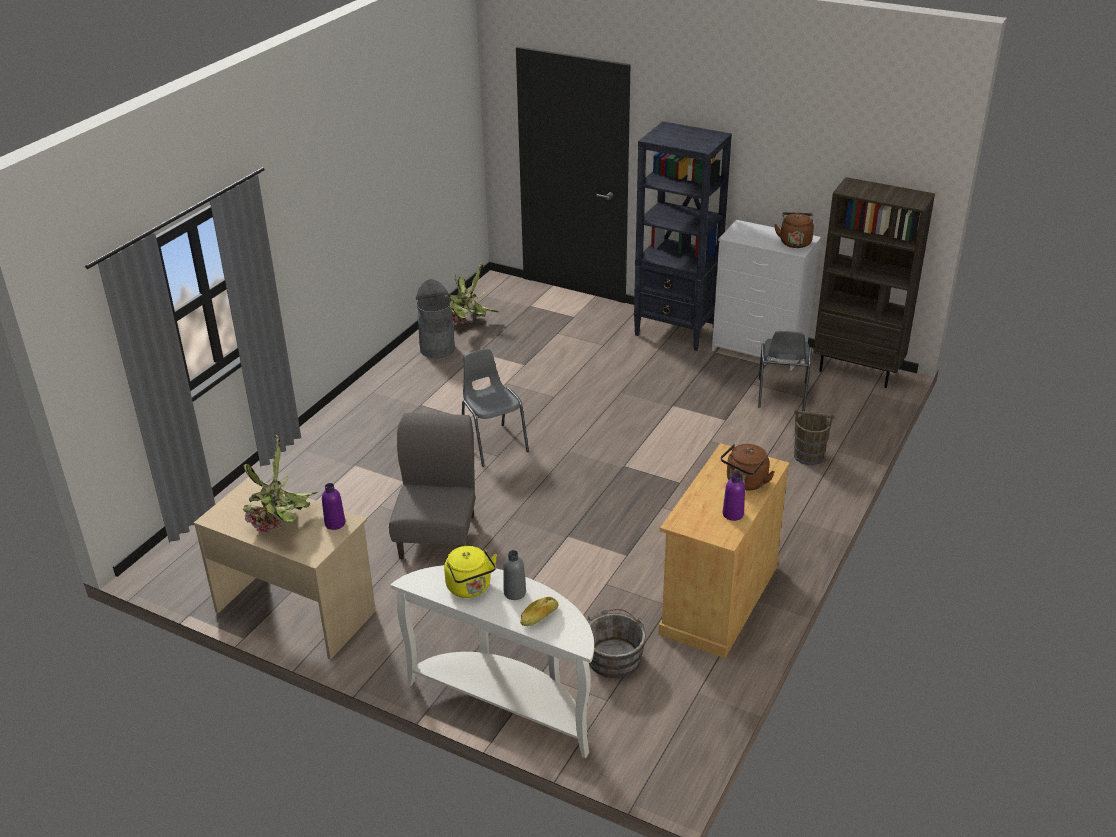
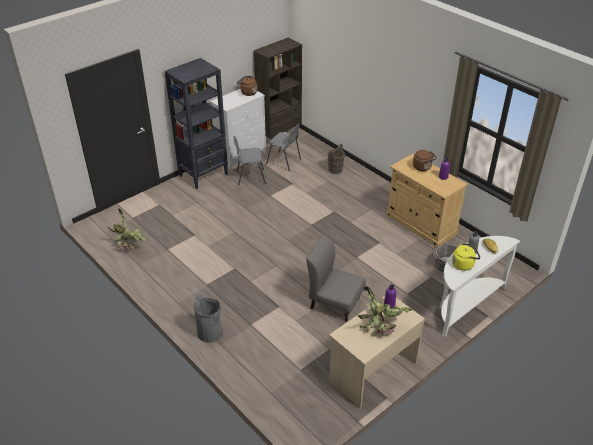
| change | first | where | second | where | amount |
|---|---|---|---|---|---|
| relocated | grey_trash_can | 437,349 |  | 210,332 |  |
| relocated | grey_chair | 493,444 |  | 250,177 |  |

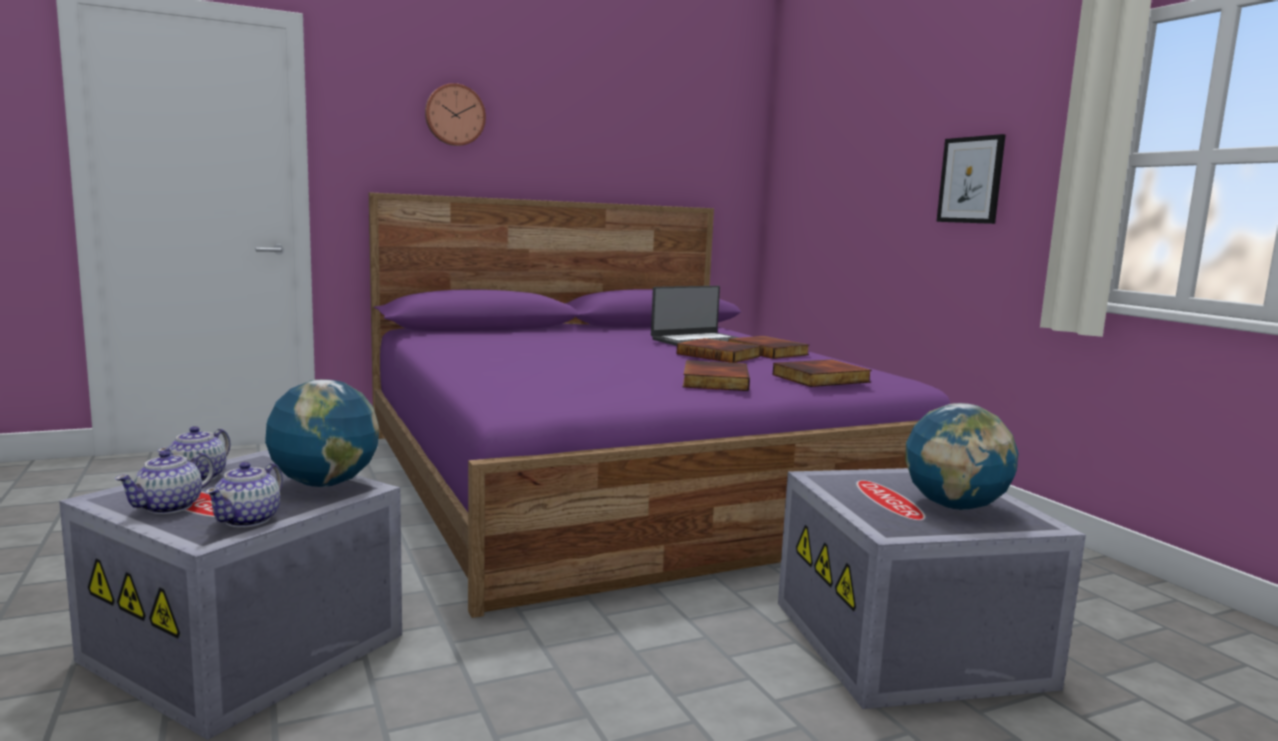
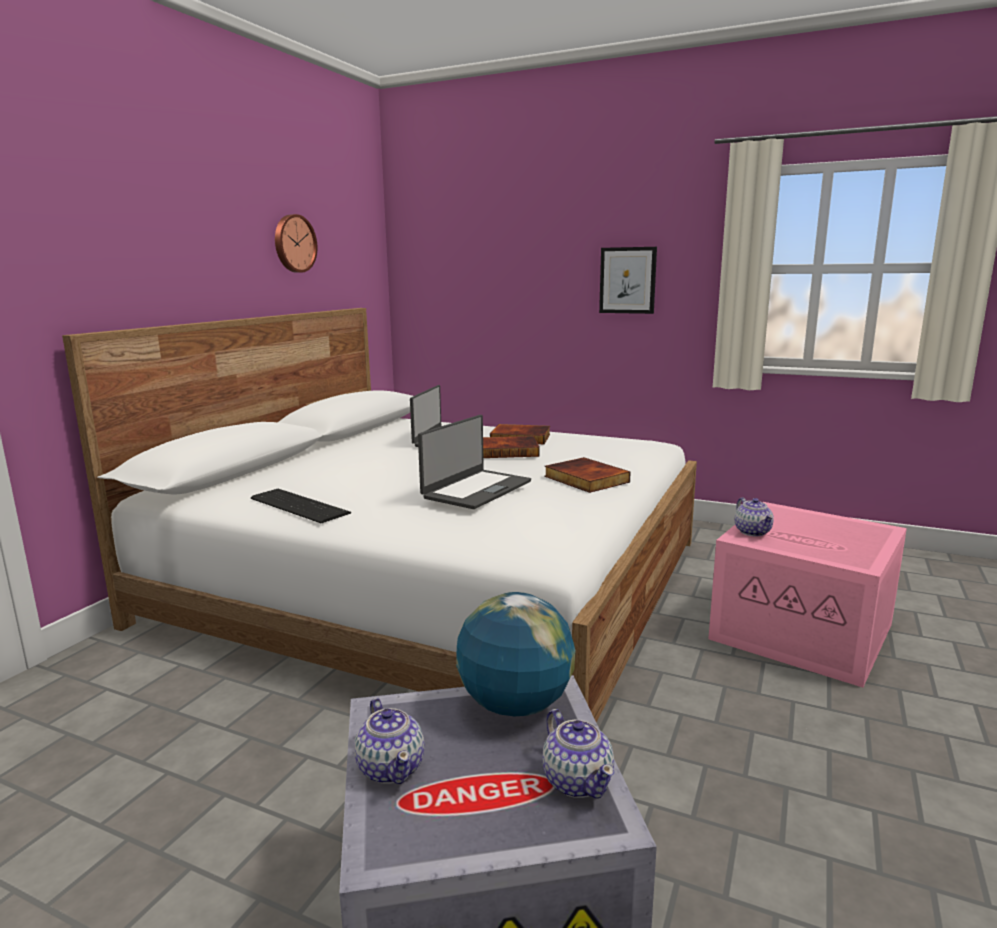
| change | first | where | second | where | amount |
|---|---|---|---|---|---|
| relocated | teapot | 169,507 |  | 753,532 |  |
| colour | purple_bed | 625,479 | white_bed | 437,580 |  |
| relocated | wall_clock | 454,115 |  | 294,243 |  |
| missing | book | 821,379 |  |  |  |
| colour | grey_storage_box | 912,644 | pink_storage_box | 804,631 |  |
| missing | globe | 954,506 |  |  |  |
| appeared |  |  | keyboard | 300,505 |  |
| appeared |  |  | laptop | 476,489 |  |

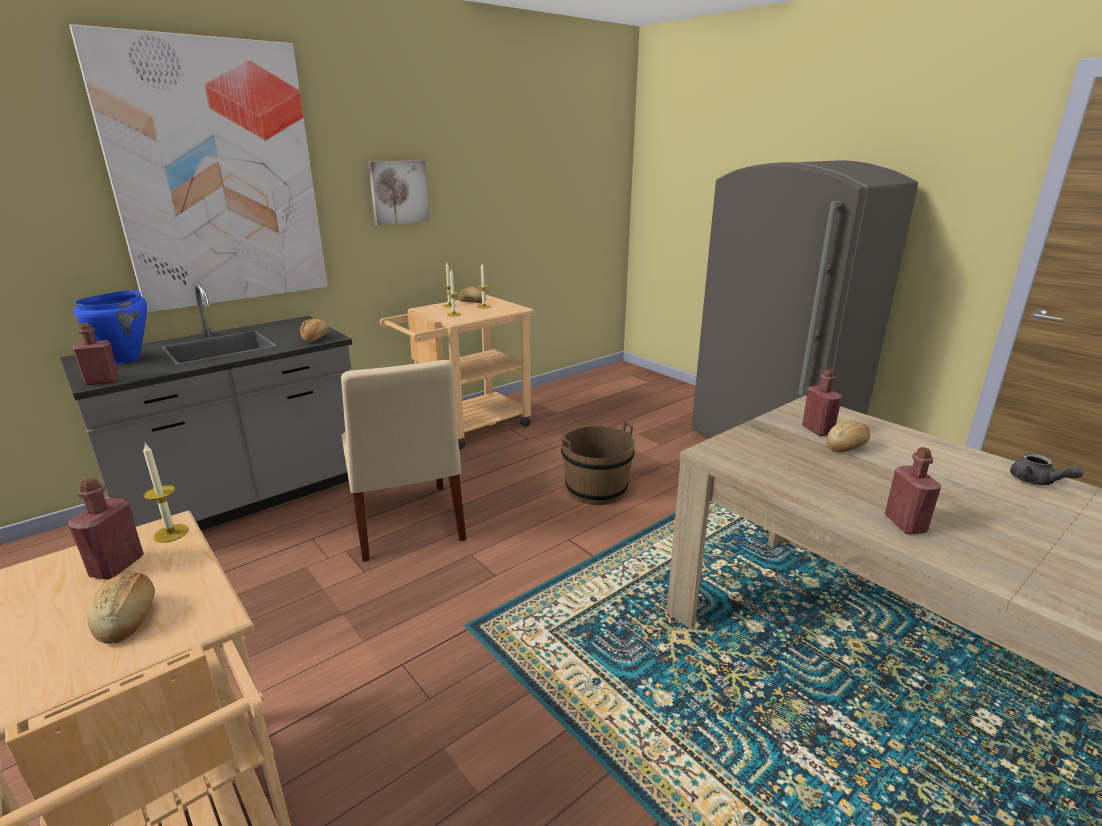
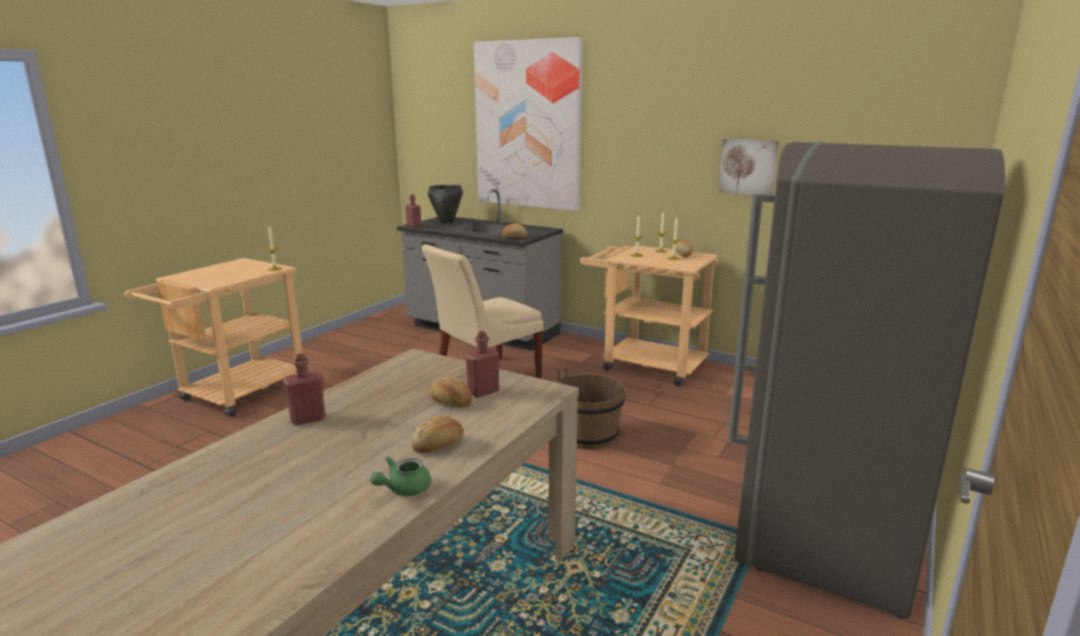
| change | first | where | second | where | amount |
|---|---|---|---|---|---|
| missing | red_bottle | 117,566 |  |  |  |
| colour | blue_cooking_pot | 126,360 | black_cooking_pot | 447,222 |  |
| relocated | bread | 128,618 |  | 439,445 |  |
| relocated | picture | 398,192 |  | 748,166 |  |
| colour | grey_teapot | 1037,482 | green_teapot | 403,489 |  |

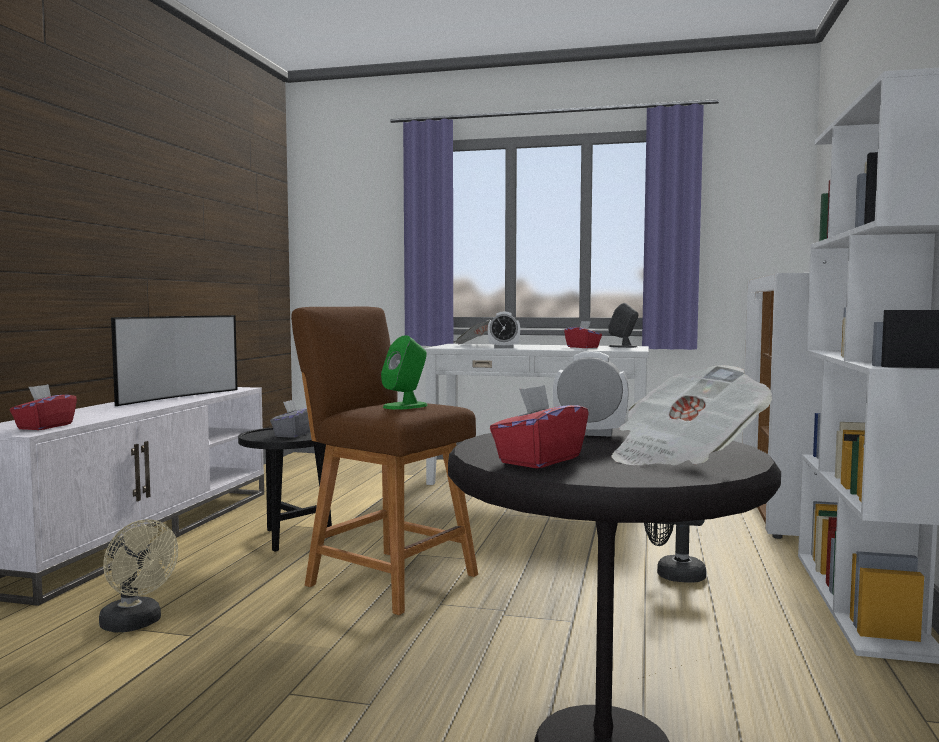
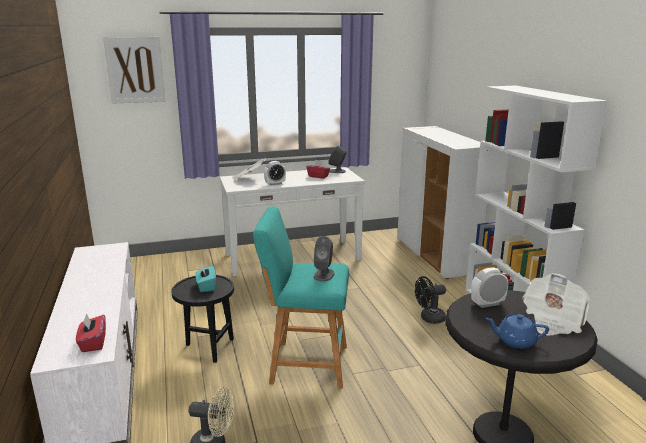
| change | first | where | second | where | amount |
|---|---|---|---|---|---|
| missing | television | 177,397 |  |  |  |
| colour | grey_tissue_box | 292,434 | turquoise_tissue_box | 206,286 |  |
| colour | brown_stool | 386,578 | turquoise_stool | 304,364 |  |
| colour | green_speaker | 405,406 | grey_speaker | 324,275 |  |
| exchanged | red_tissue_box | 539,460 | blue_teapot | 515,341 |  |
| appeared |  |  | picture | 135,70 |  |

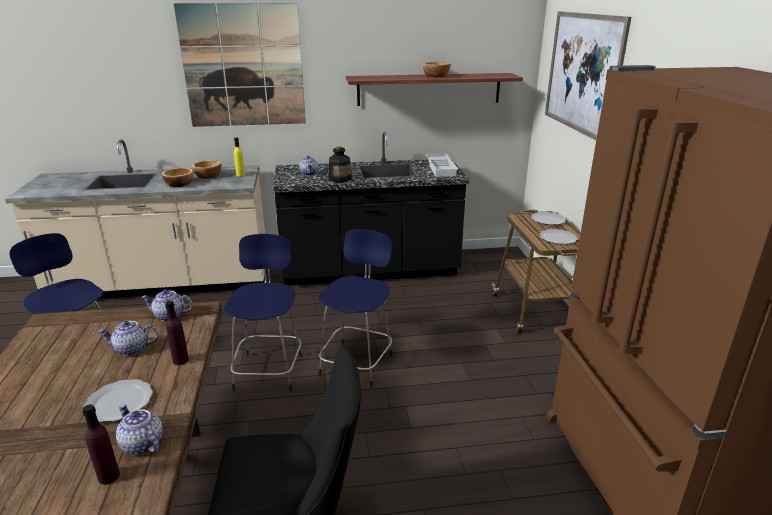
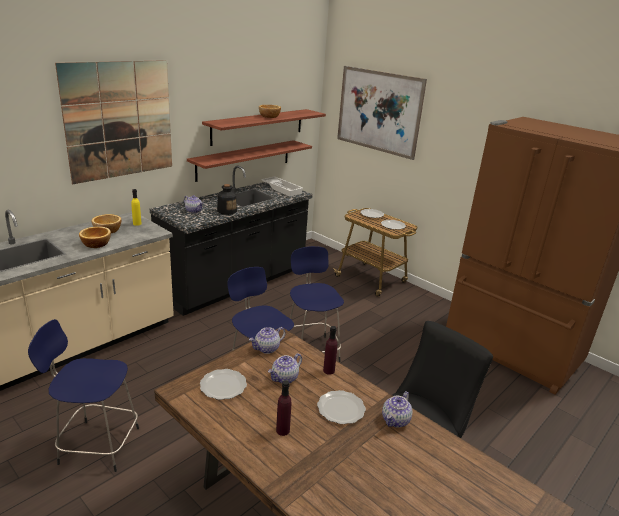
| change | first | where | second | where | amount |
|---|---|---|---|---|---|
| relocated | purple_bottle | 109,476 |  | 282,430 |  |
| spun | teapot | 141,444 |  | 396,420 | 60 degrees counterclockwise |
| appeared |  |  | shelf | 244,160 |  |
| appeared |  |  | plate | 224,386 |  |

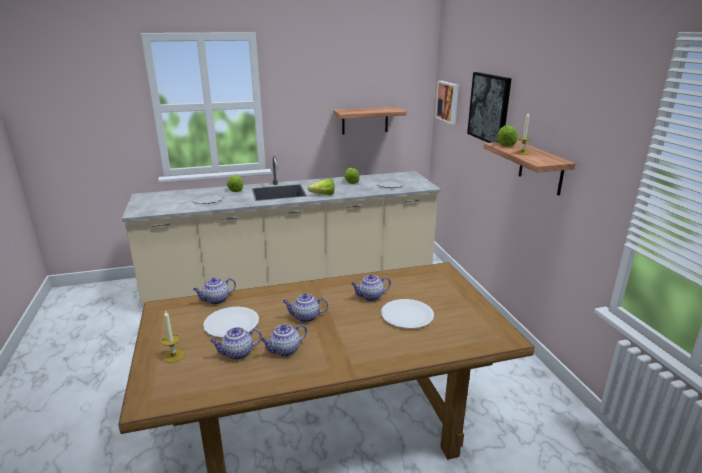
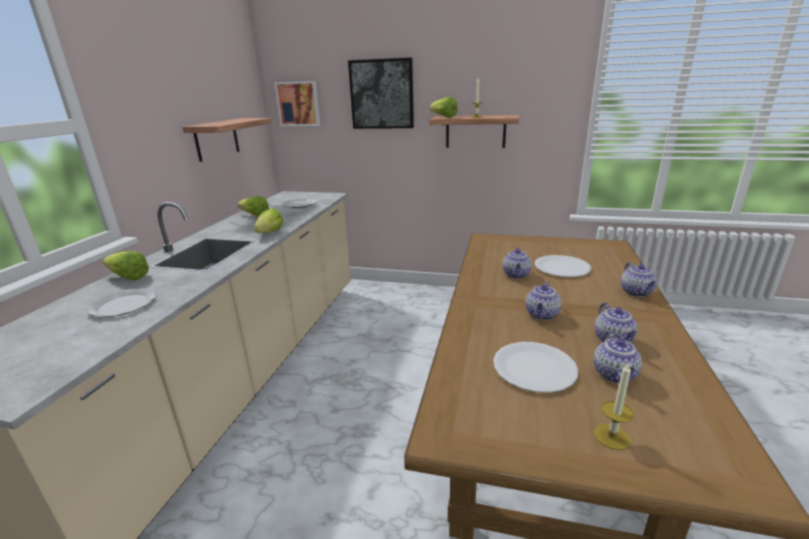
| change | first | where | second | where | amount |
|---|---|---|---|---|---|
| relocated | teapot | 216,300 |  | 636,292 |  |

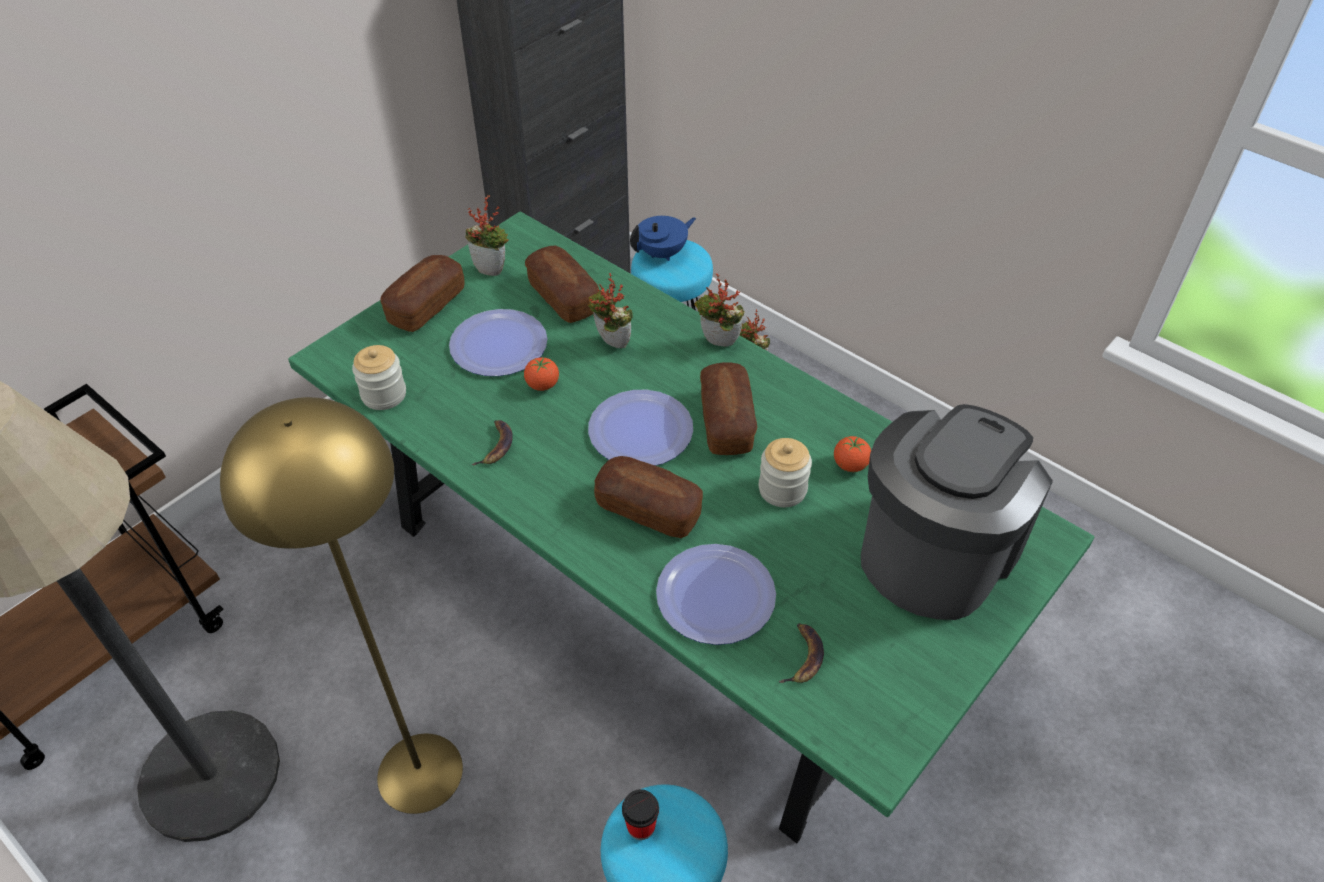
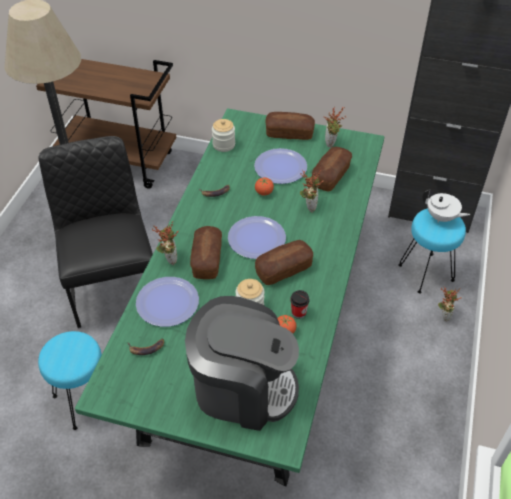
| change | first | where | second | where | amount |
|---|---|---|---|---|---|
| exchanged | yellow_floor_lamp | 419,772 | black_chair | 112,284 |  |
| relocated | cup | 641,826 |  | 298,312 |  |
| colour | blue_teapot | 663,253 | white_teapot | 441,217 |  |
| relocated | potted_plant | 717,344 |  | 169,258 |  |

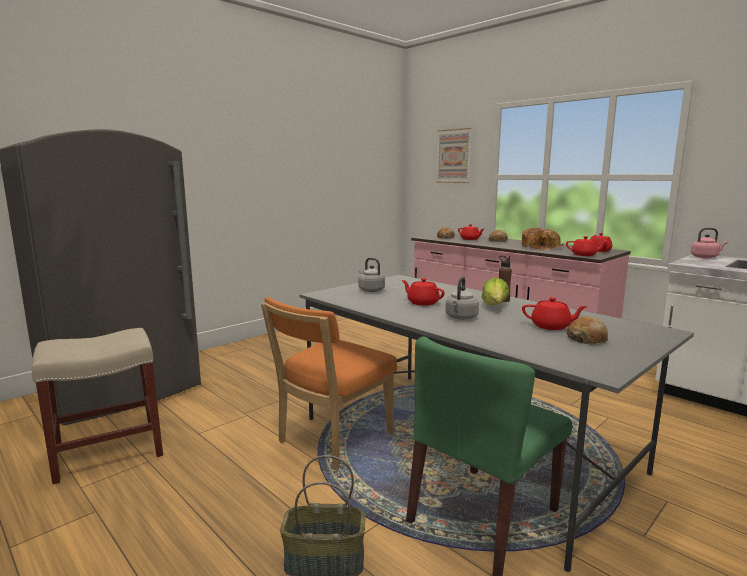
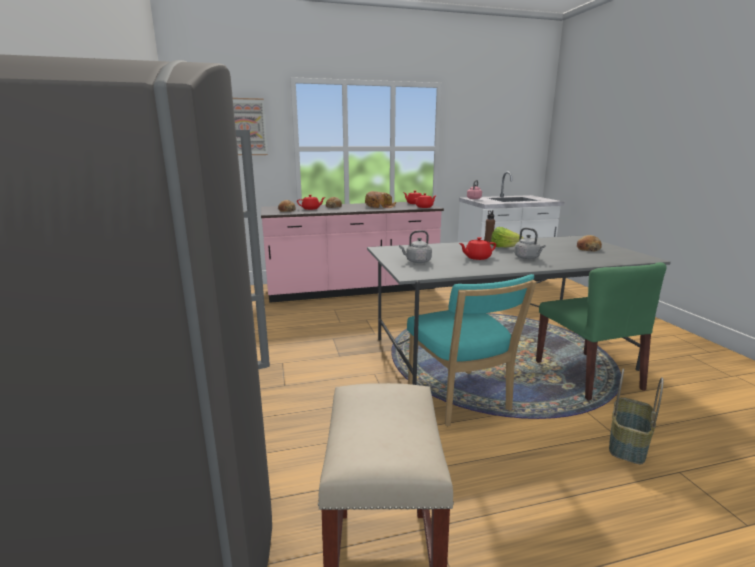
| change | first | where | second | where | amount |
|---|---|---|---|---|---|
| colour | orange_chair | 331,440 | turquoise_chair | 460,400 |  |
| missing | red_teapot | 551,326 |  |  |  |

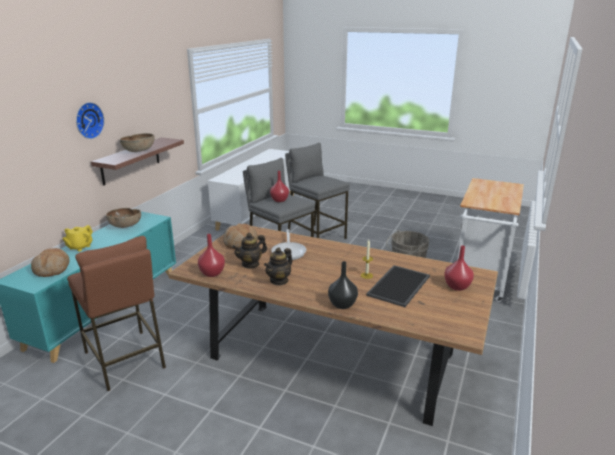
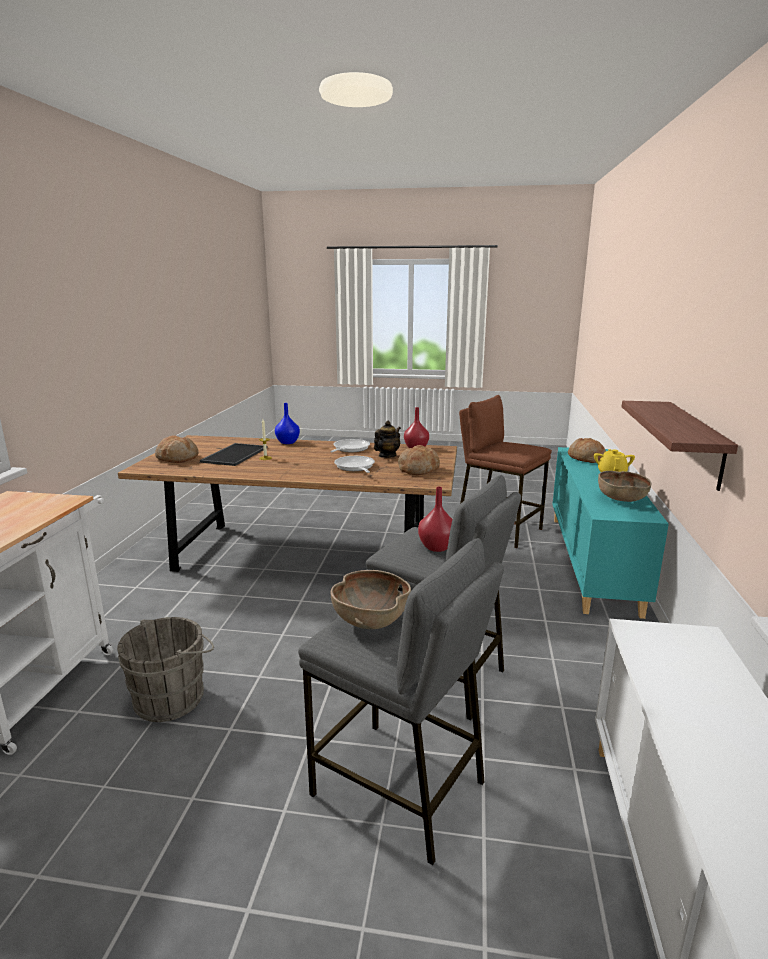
| change | first | where | second | where | amount |
|---|---|---|---|---|---|
| missing | wall_clock | 88,120 |  |  |  |
| relocated | brown_bowl | 139,151 |  | 370,620 |  |
| exchanged | teapot | 279,280 | frying_pan | 349,449 |  |
| colour | black_vase | 341,305 | blue_vase | 288,442 |  |
| exchanged | red_vase | 456,287 | bread | 177,458 |  |

